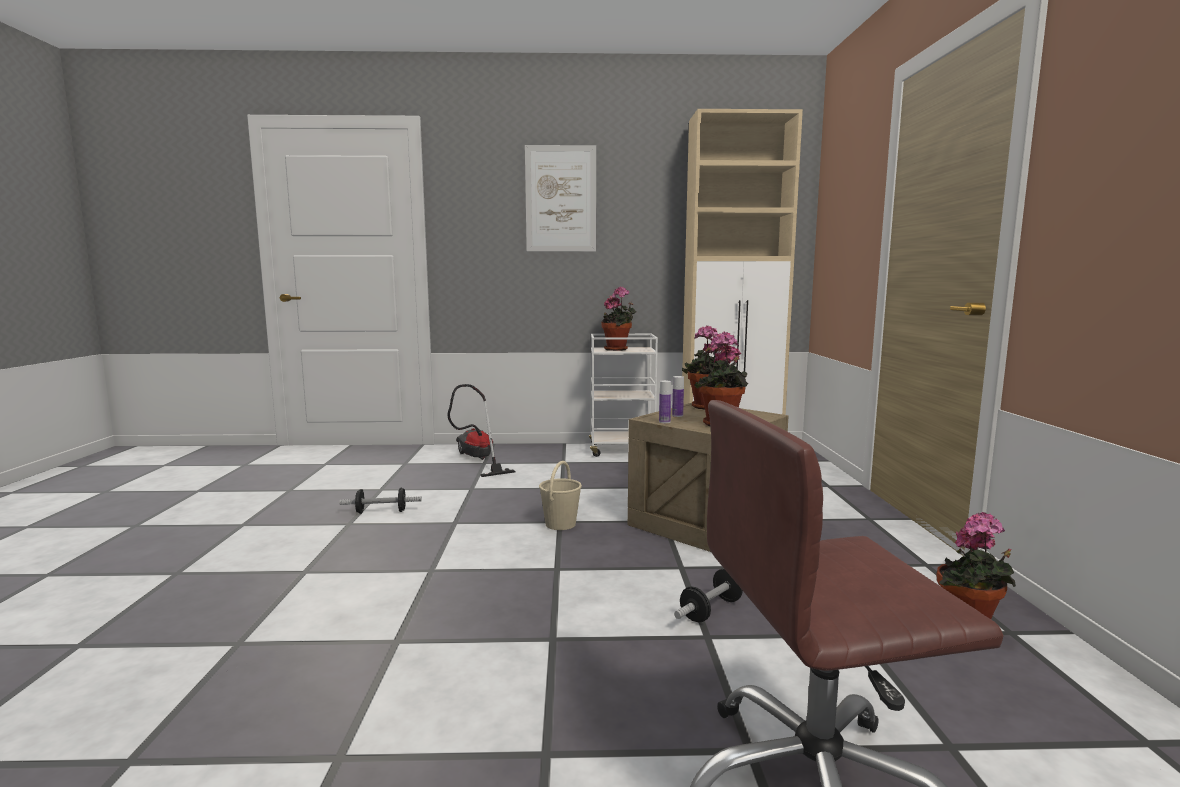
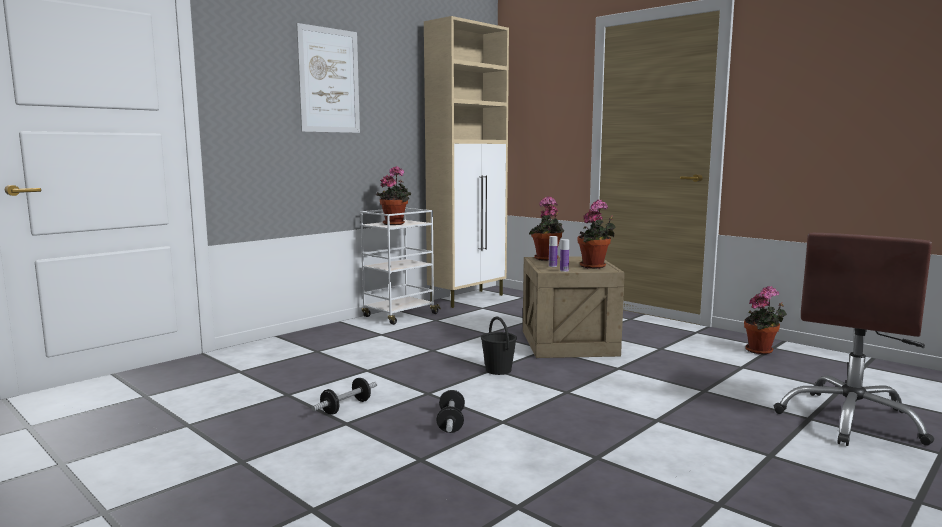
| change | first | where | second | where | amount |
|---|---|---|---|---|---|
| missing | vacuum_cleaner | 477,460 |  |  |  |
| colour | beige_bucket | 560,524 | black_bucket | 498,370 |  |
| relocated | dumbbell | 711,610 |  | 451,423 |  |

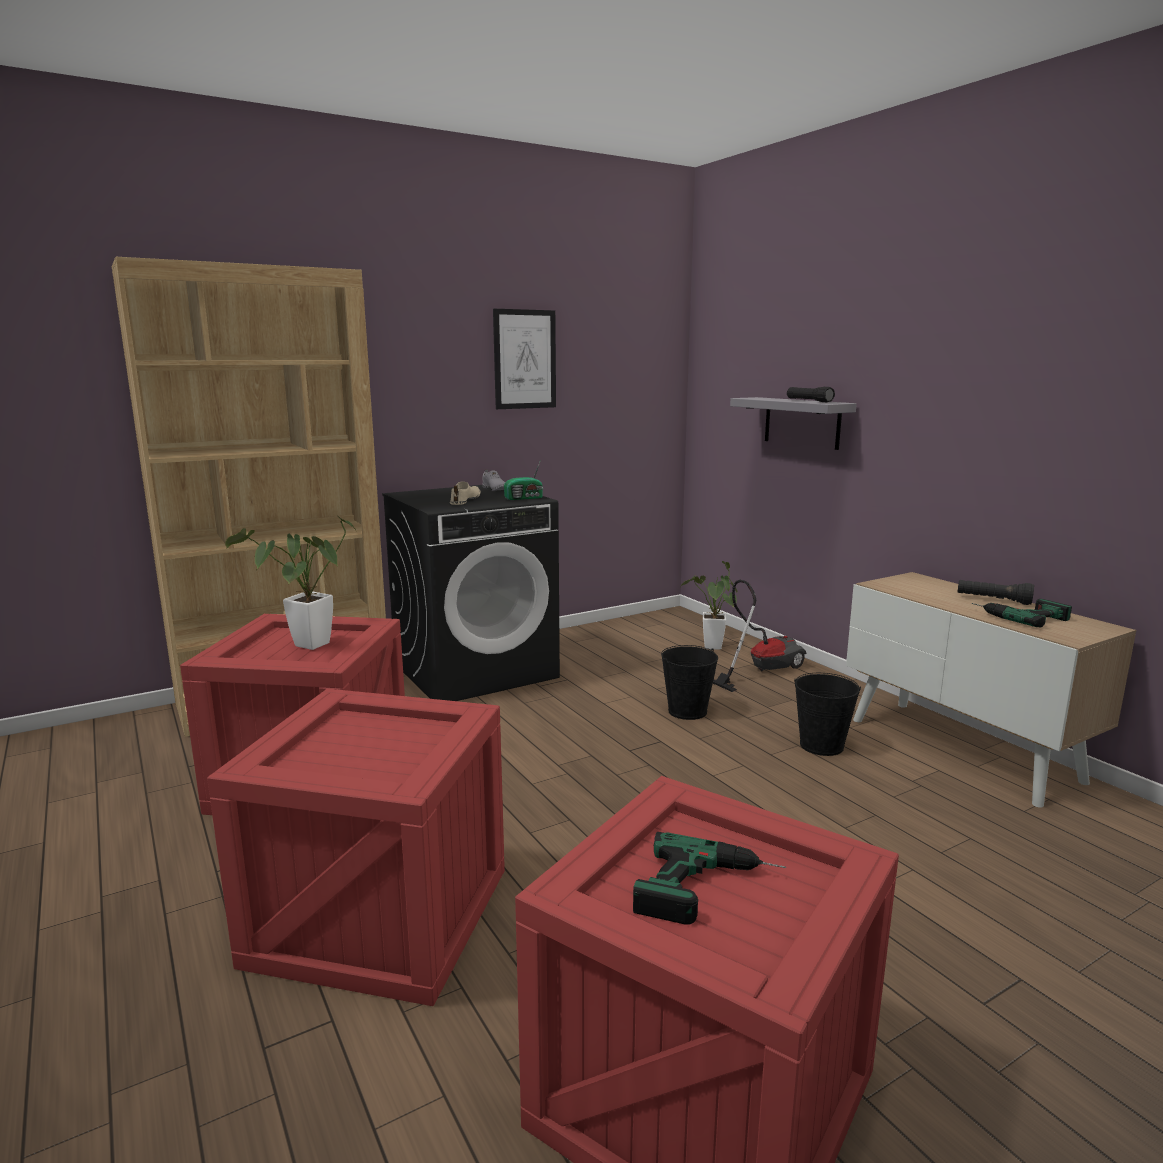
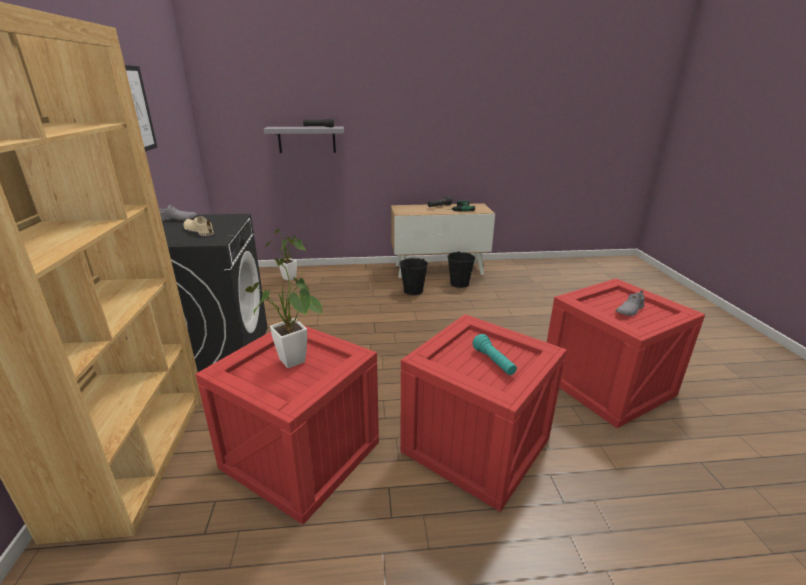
| change | first | where | second | where | amount |
|---|---|---|---|---|---|
| missing | radio | 525,498 |  |  |  |
| exchanged | power_drill | 710,890 | grey_shoe | 629,310 |  |
| relocated | black_bucket | 687,711 |  | 459,283 |  |
| missing | vacuum_cleaner | 760,669 |  |  |  |
| appeared |  |  | turquoise_flashlight | 494,362 |  |

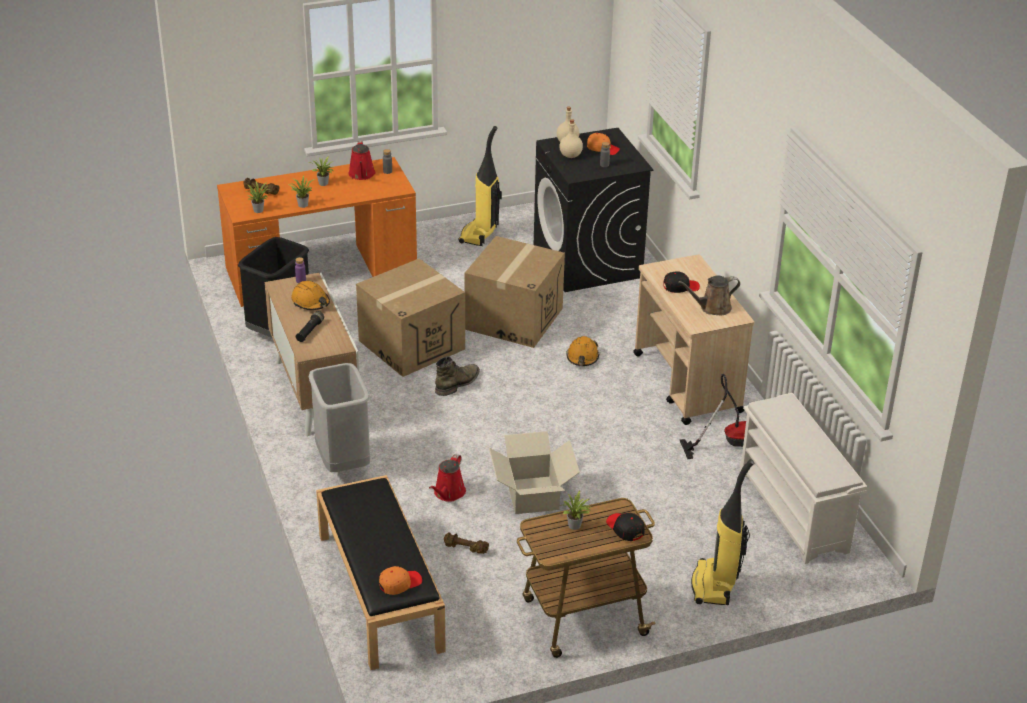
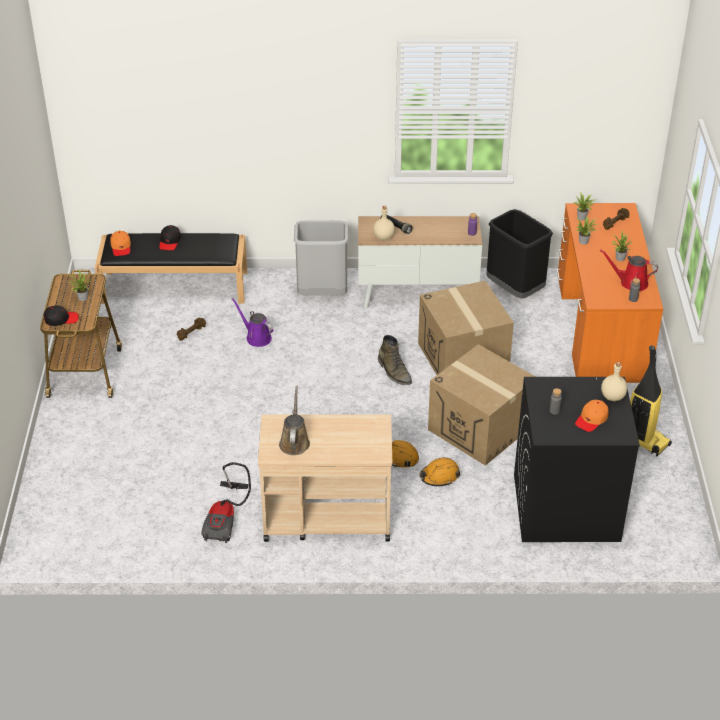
| change | first | where | second | where | amount |
|---|---|---|---|---|---|
| relocated | orange_hard_hat | 311,302 |  | 439,476 |  |
| colour | red_watering_can | 448,493 | purple_watering_can | 256,337 |  |
| missing | cardboard_box | 532,495 |  |  |  |
| relocated | beige_bottle | 570,155 |  | 384,237 |  |
| relocated | black_cap | 680,287 |  | 169,241 |  |
| missing | vacuum_cleaner | 714,585 |  |  |  |
| missing | white_shoe_rack | 794,512 |  |  |  |

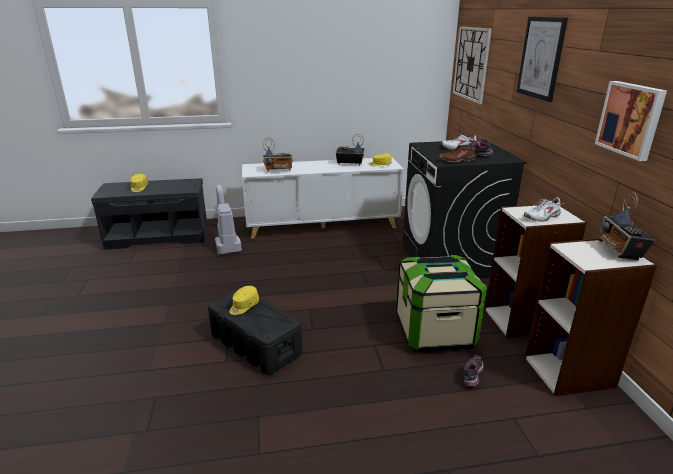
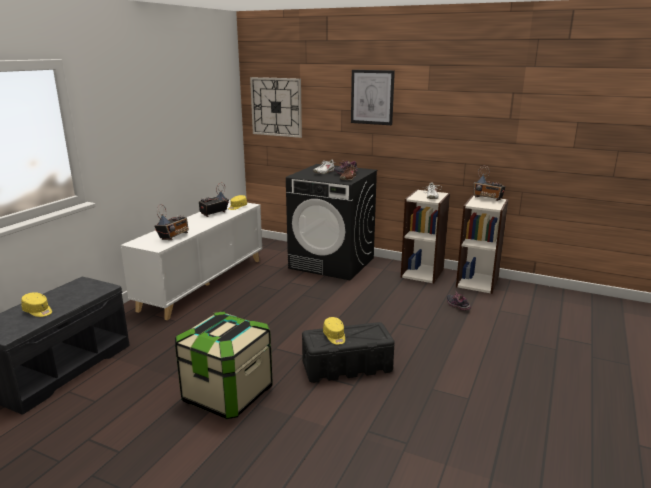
| change | first | where | second | where | amount |
|---|---|---|---|---|---|
| missing | vacuum_cleaner | 226,242 |  |  |  |
| relocated | storage_box | 434,332 |  | 227,394 |  |
| missing | picture | 631,119 |  |  |  |

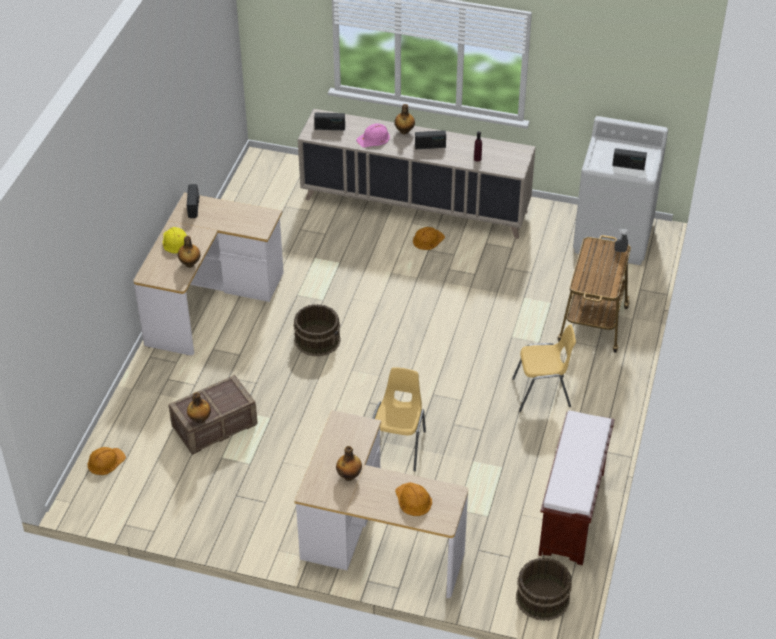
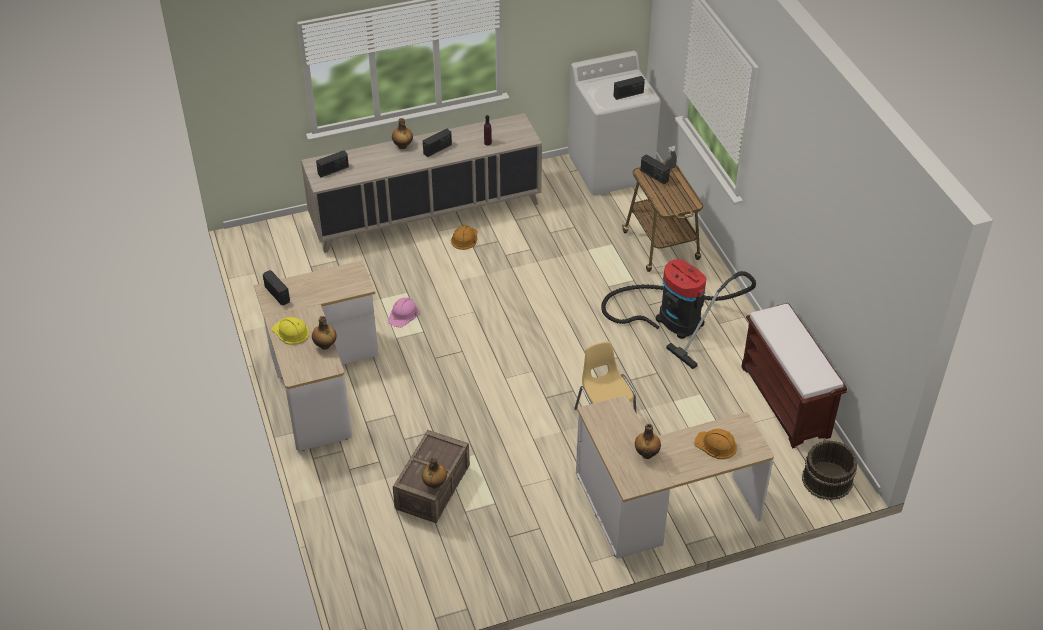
| change | first | where | second | where | amount |
|---|---|---|---|---|---|
| missing | orange_hard_hat | 105,461 |  |  |  |
| missing | brown_bucket | 317,339 |  |  |  |
| relocated | pink_hard_hat | 373,138 |  | 403,314 |  |
| exchanged | yellow_chair | 542,393 | vacuum_cleaner | 674,319 |  |
| appeared |  |  | radio | 654,176 |  |

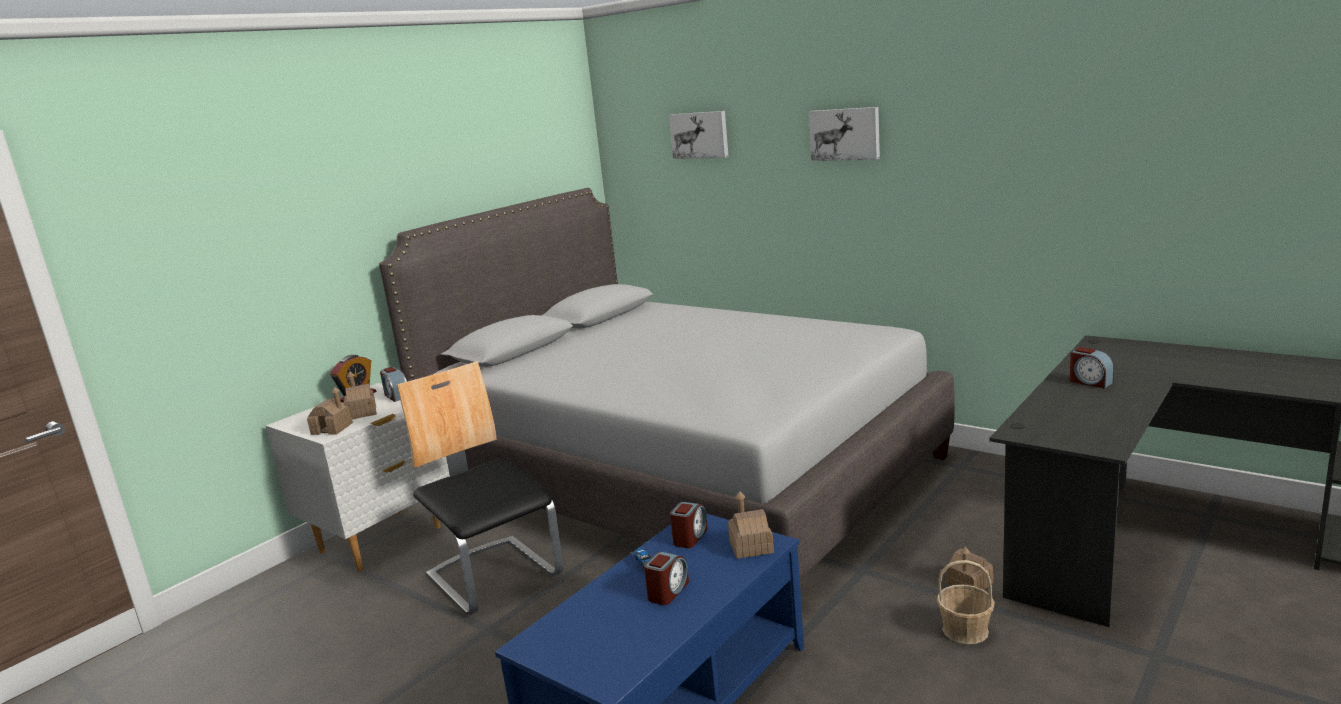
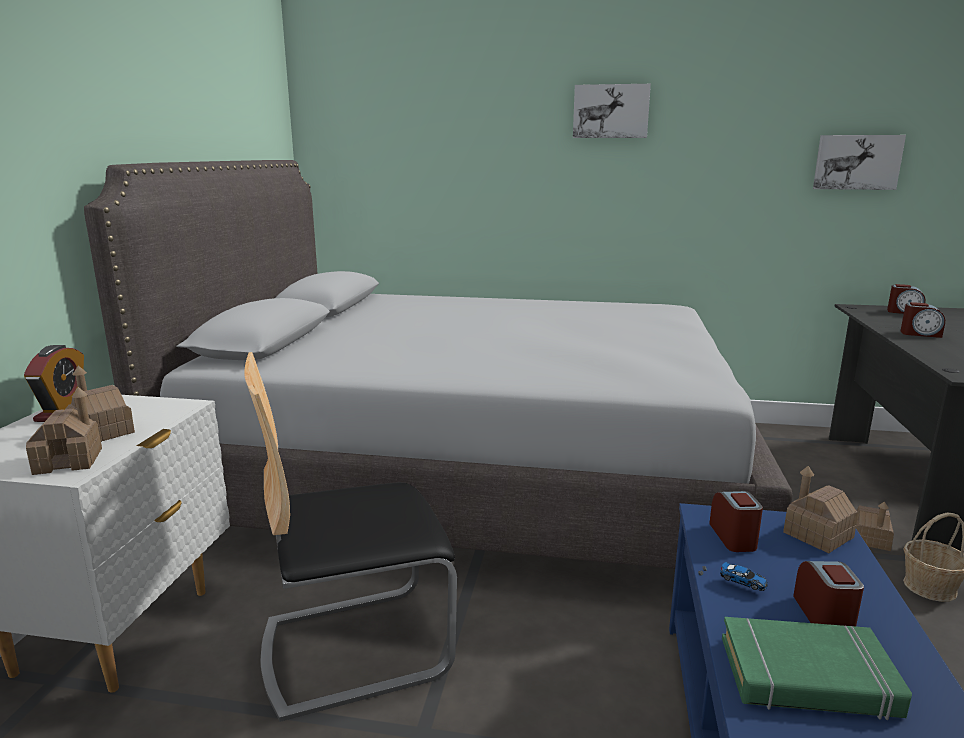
| change | first | where | second | where | amount |
|---|---|---|---|---|---|
| relocated | alarm_clock | 396,396 |  | 904,312 |  |
| spun | chair | 495,575 |  | 354,646 | 45 degrees counterclockwise |
| relocated | picture | 700,135 |  | 856,162 |  |
| appeared |  |  | green_book | 807,677 |  |

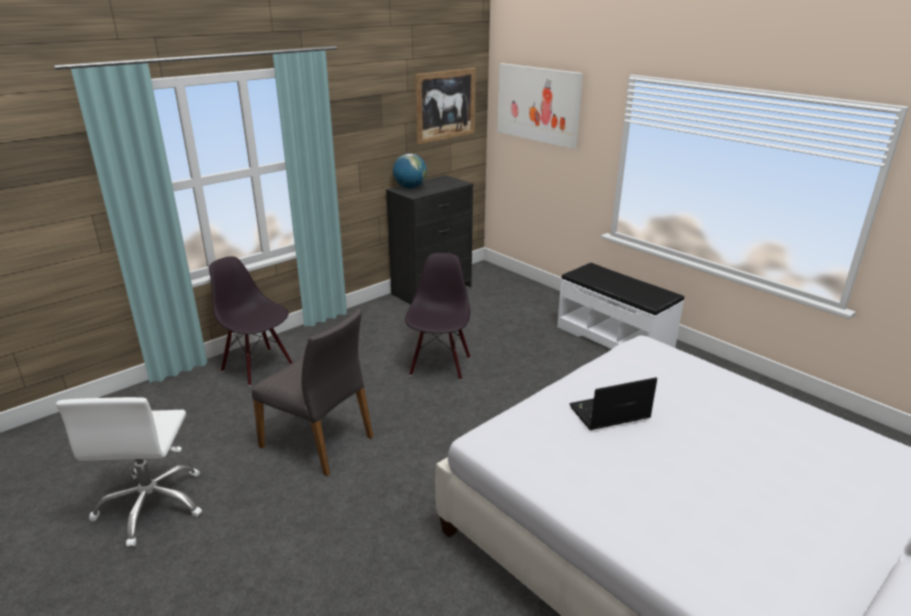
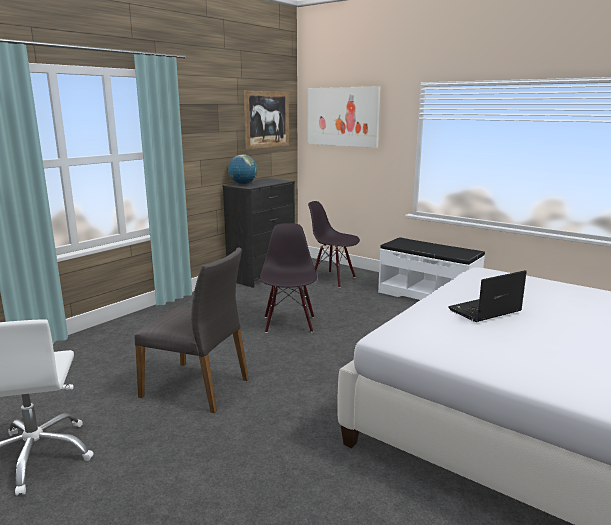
| change | first | where | second | where | amount |
|---|---|---|---|---|---|
| relocated | black_chair | 258,367 |  | 333,279 |  |

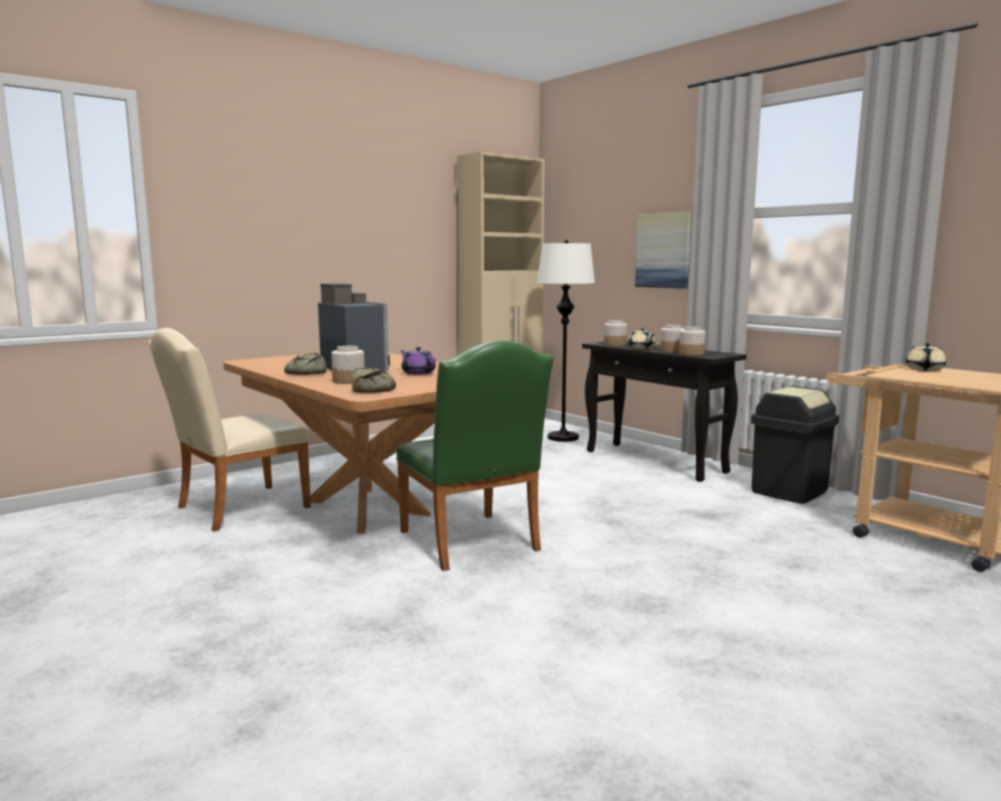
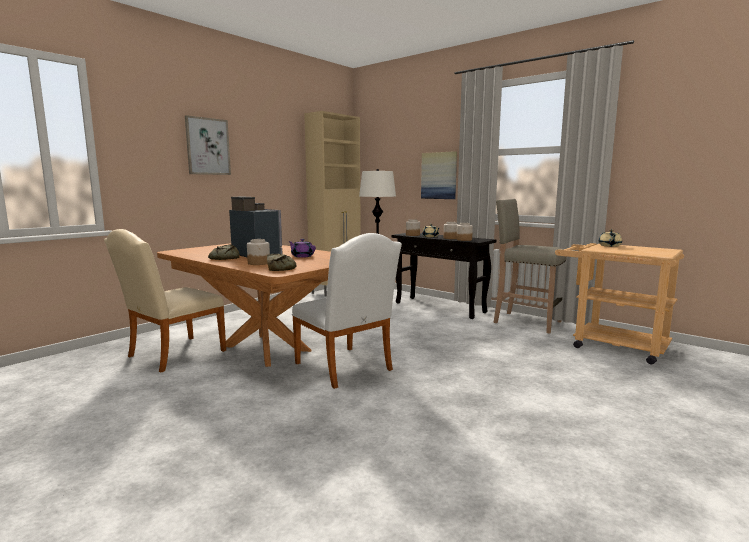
| change | first | where | second | where | amount |
|---|---|---|---|---|---|
| colour | green_chair | 472,544 | white_chair | 346,368 |  |
| exchanged | black_trash_can | 788,491 | beige_stool | 525,322 |  |
| appeared |  |  | picture | 207,146 |  |

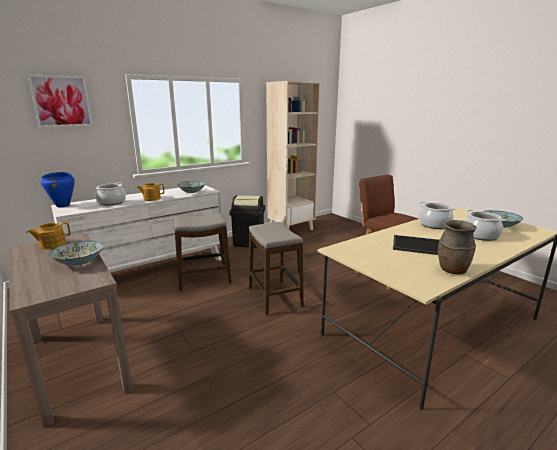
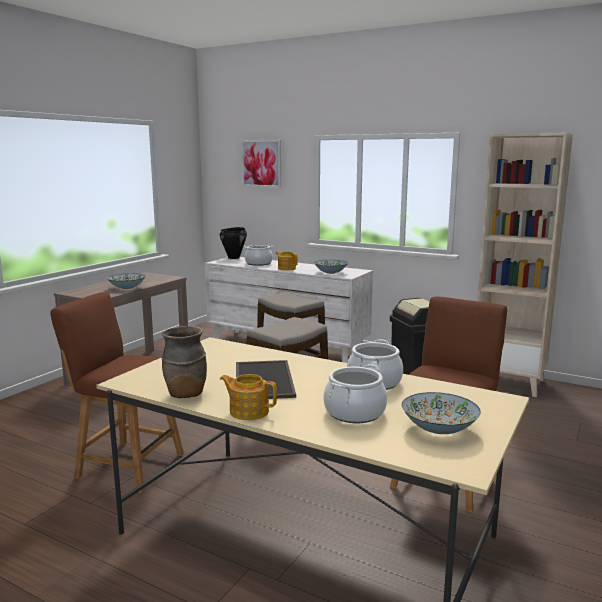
| change | first | where | second | where | amount |
|---|---|---|---|---|---|
| relocated | teapot | 52,245 |  | 248,411 |  |
| colour | blue_cooking_pot | 63,205 | black_cooking_pot | 234,258 |  |
| appeared |  |  | brown_chair | 126,464 |  |

